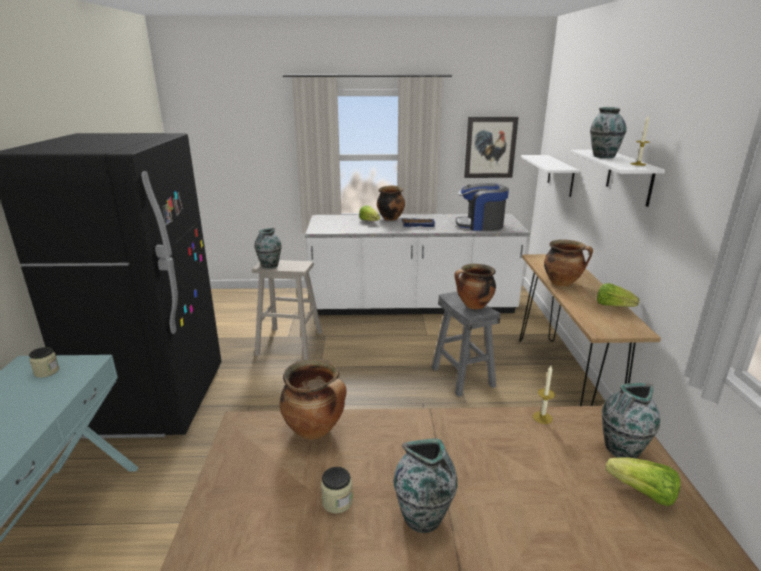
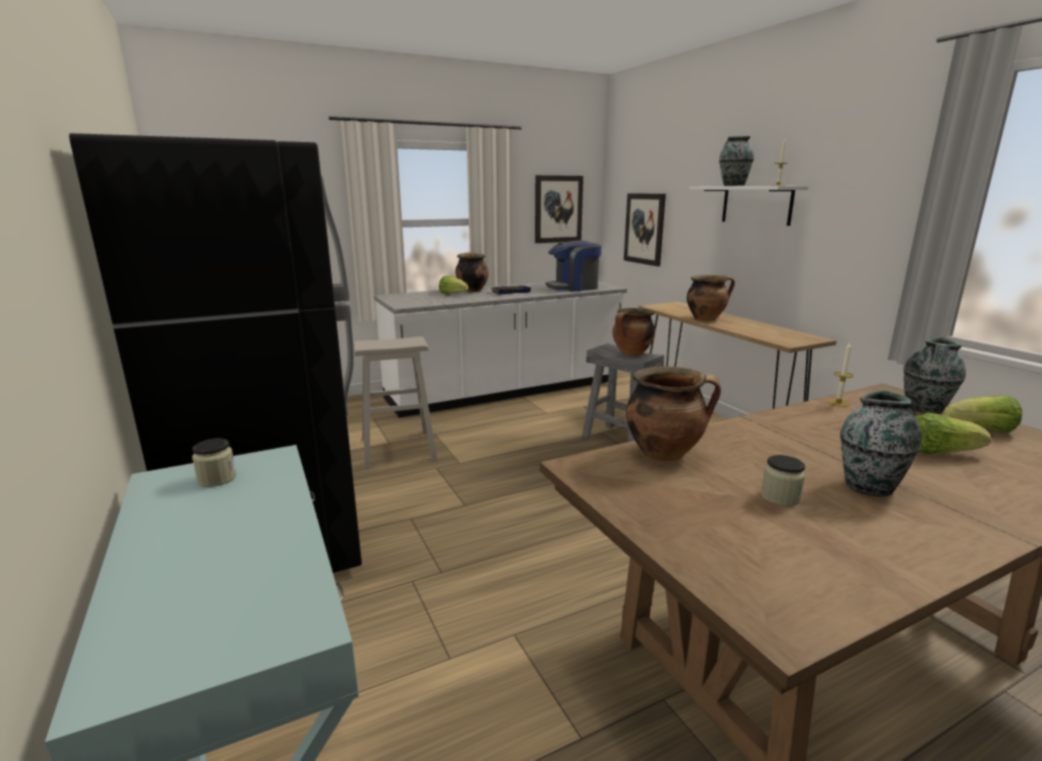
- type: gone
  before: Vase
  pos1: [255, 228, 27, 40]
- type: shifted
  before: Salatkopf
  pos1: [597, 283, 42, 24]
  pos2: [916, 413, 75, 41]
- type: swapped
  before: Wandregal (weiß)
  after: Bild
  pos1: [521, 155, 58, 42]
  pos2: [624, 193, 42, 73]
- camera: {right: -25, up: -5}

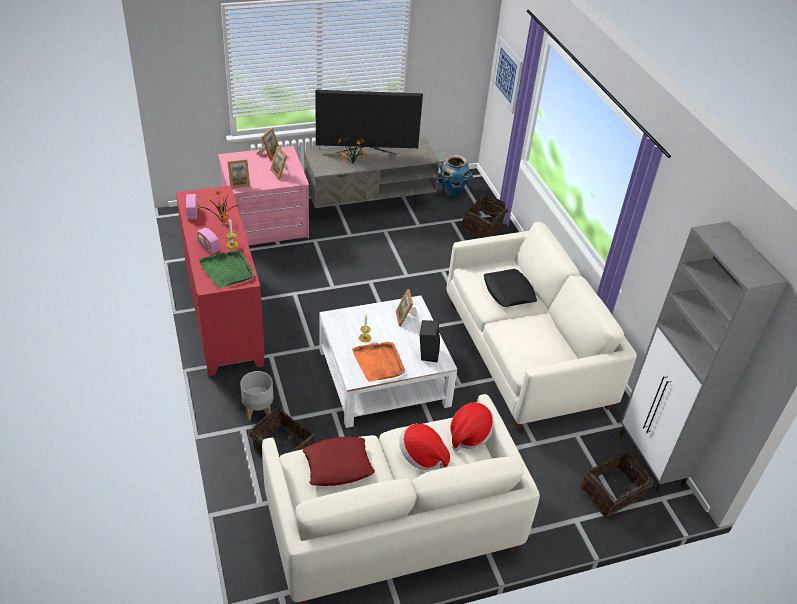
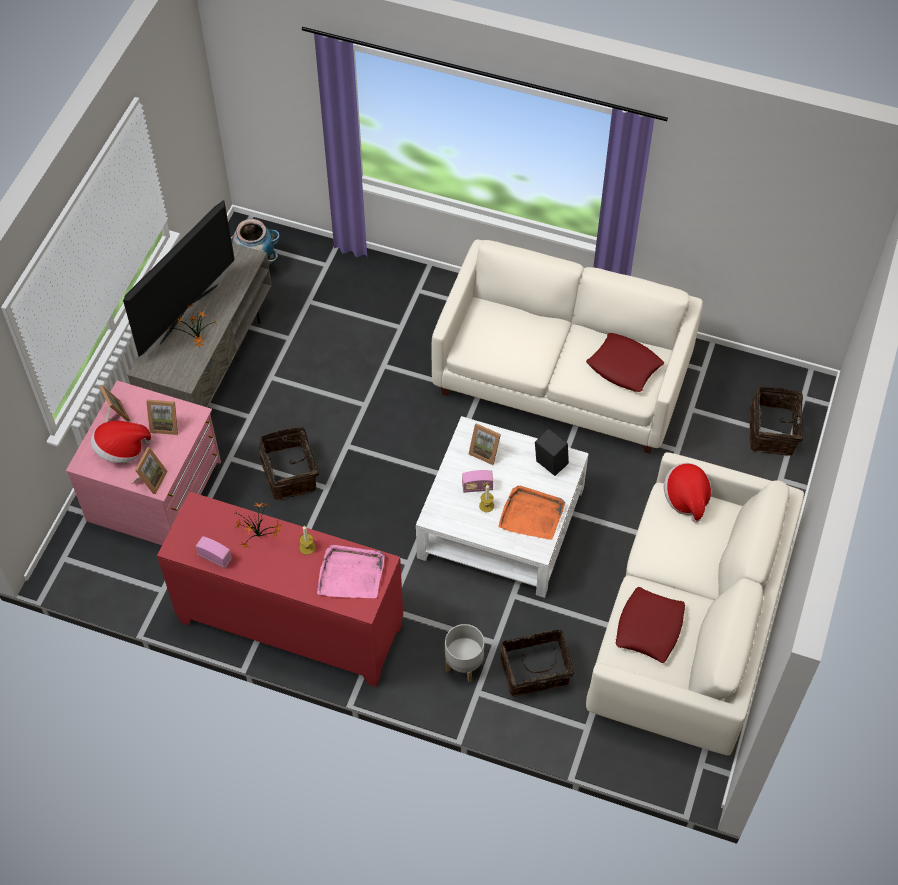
- type: gone
  before: Kissen (schwarz)
  pos1: [484, 269, 53, 38]
- type: gone
  before: Bild
  pos1: [491, 36, 32, 78]
- type: gone
  before: Schrank (grau)
  pos1: [620, 221, 167, 272]
- type: new
  after: Kissen (rot)
  pos2: [586, 333, 78, 59]
- type: shifted
  before: Radio
  pos1: [197, 228, 23, 26]
  pos2: [462, 470, 31, 23]
- type: shifted
  before: Hut
  pos1: [399, 424, 51, 46]
  pos2: [90, 421, 62, 43]
- type: shifted
  before: Korb
  pos1: [462, 194, 49, 44]
  pos2: [259, 427, 60, 73]
- type: repainted
  before: Tablett (grün)
  after: Tablett (rosa)
  pos1: [198, 250, 56, 38]
  pos2: [317, 545, 68, 53]
- camera: {right: -50, up: 15}

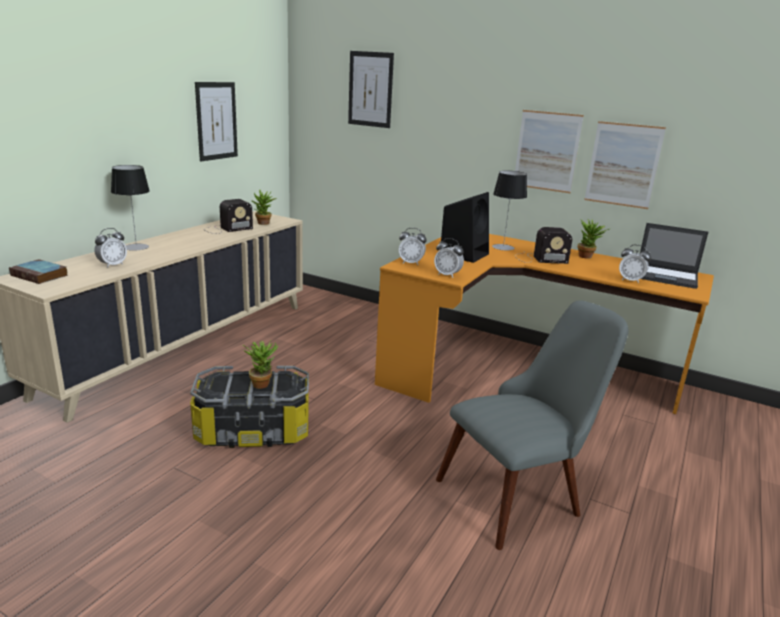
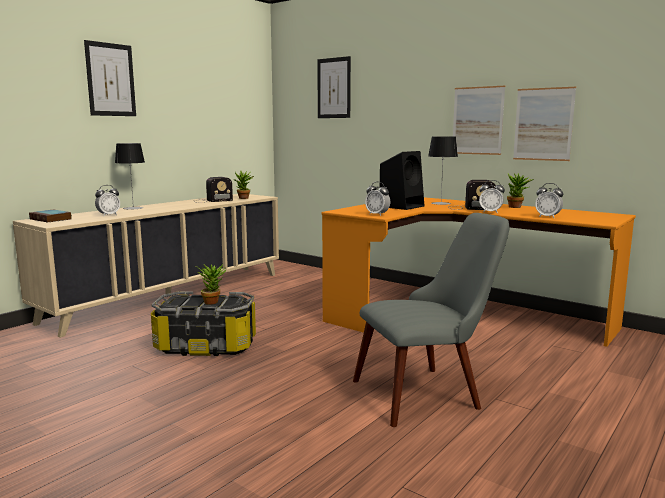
- type: gone
  before: Laptop
  pos1: [640, 223, 68, 66]
- type: shifted
  before: Bild
  pos1: [195, 82, 43, 79]
  pos2: [84, 40, 52, 76]
- type: shifted
  before: Wecker
  pos1: [399, 228, 27, 37]
  pos2: [479, 180, 26, 33]
- camera: {right: 10, up: -10}

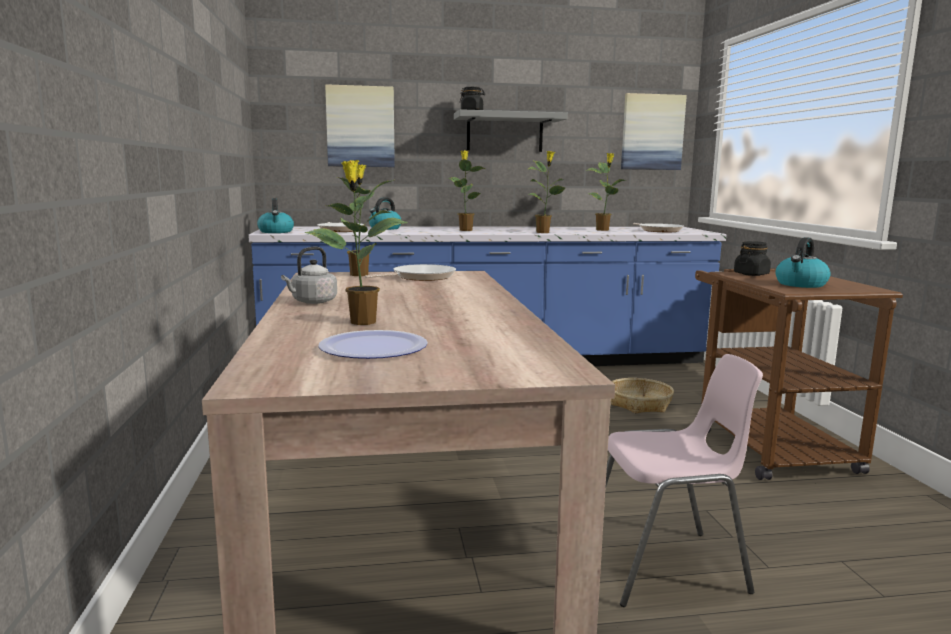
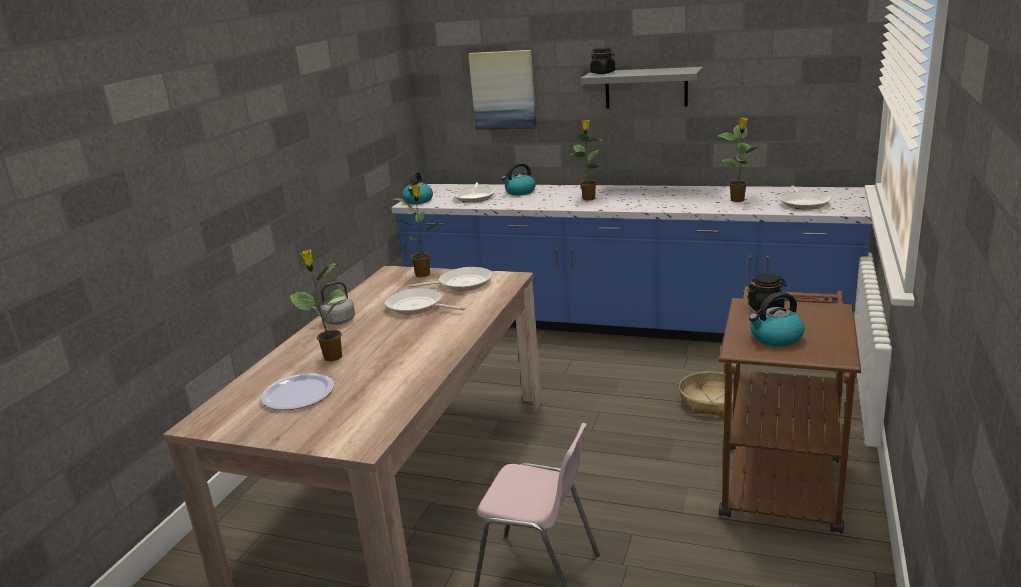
- type: gone
  before: Topfpflanze
  pos1: [527, 151, 39, 82]
- type: gone
  before: Bild
  pos1: [621, 93, 66, 77]
- type: new
  after: Pfanne
  pos2: [385, 288, 80, 27]
- camera: {right: 30, up: 10}

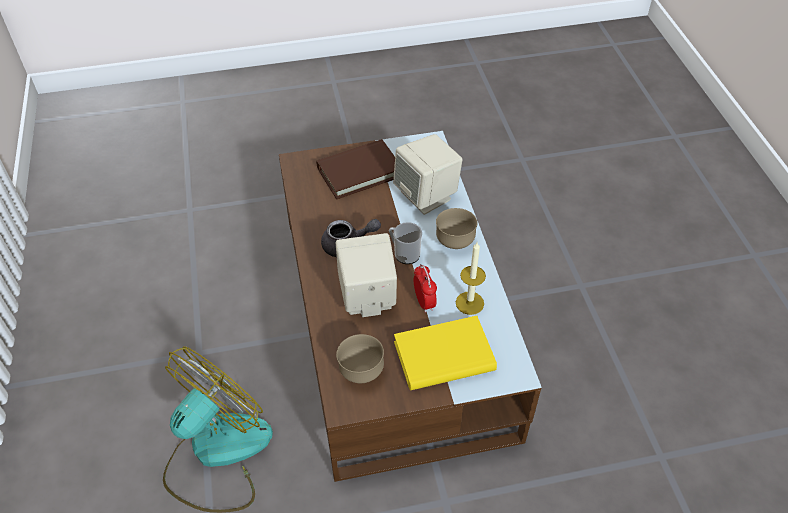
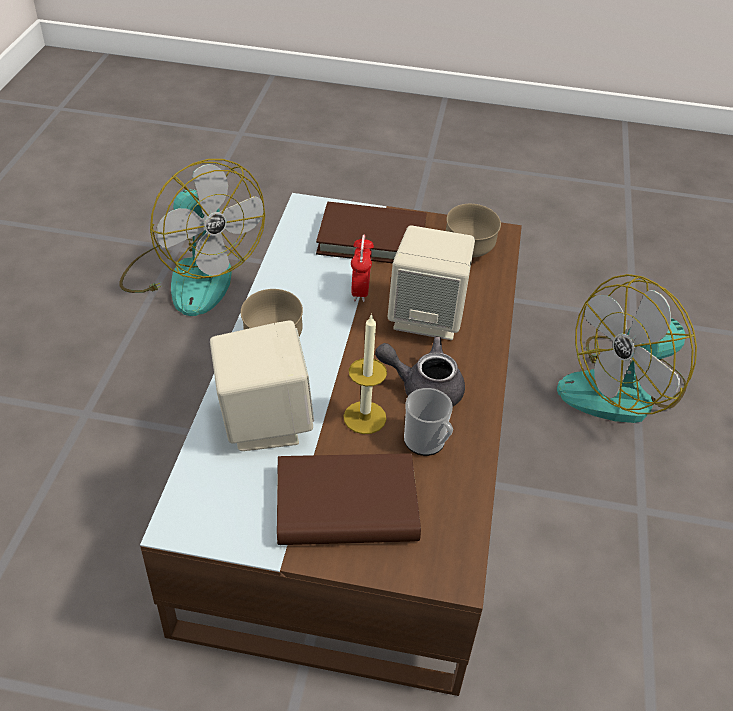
- type: new
  after: Ventilator
  pos2: [119, 159, 146, 157]
- type: shifted
  before: Henkelbecher
  pos1: [389, 222, 33, 42]
  pos2: [404, 388, 49, 68]
- type: shifted
  before: Kerze
  pos1: [456, 242, 30, 73]
  pos2: [343, 313, 44, 121]
- type: repainted
  before: Buch (gelb)
  after: Buch (braun)
  pos1: [394, 316, 103, 74]
  pos2: [316, 202, 110, 61]
- camera: {right: -160, up: -5}

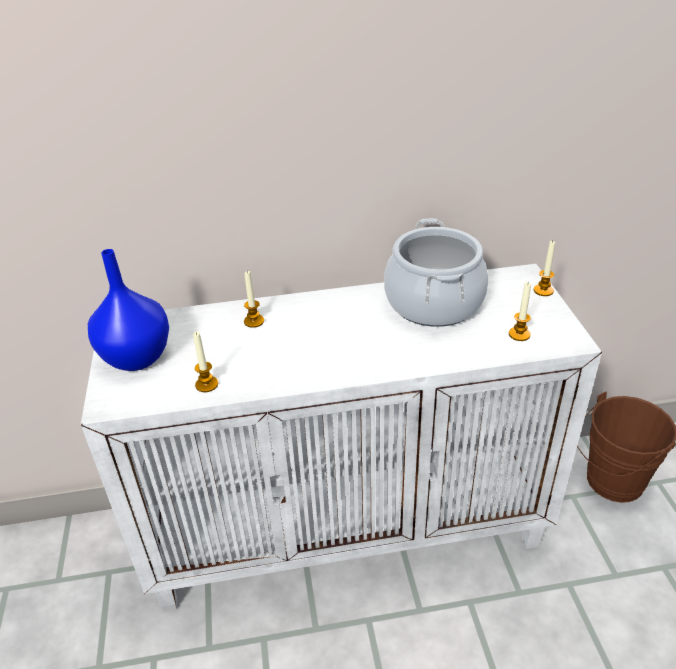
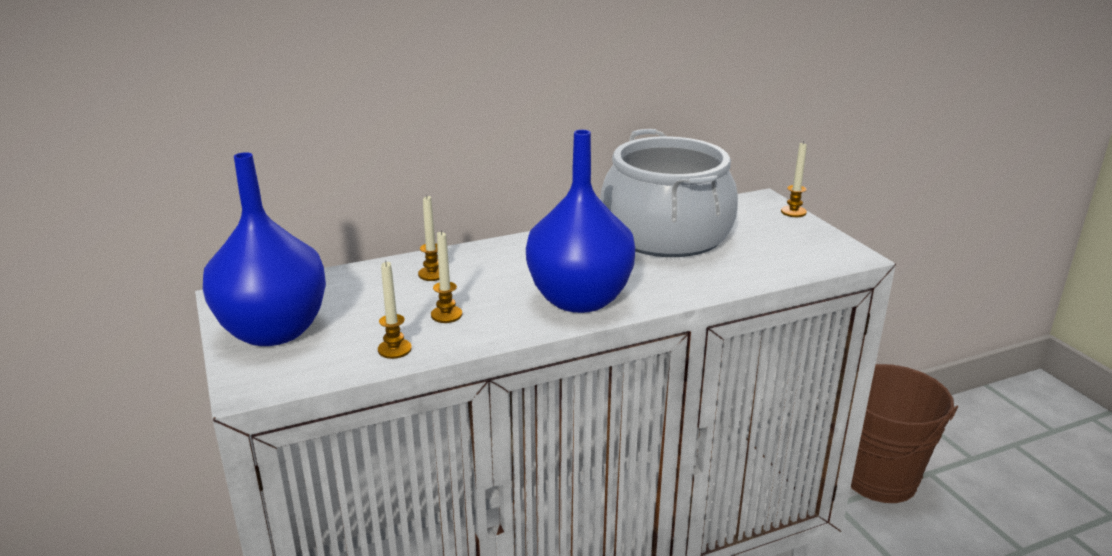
- type: new
  after: Vase (blau)
  pos2: [526, 130, 109, 183]
- type: shifted
  before: Kerze
  pos1: [509, 282, 22, 59]
  pos2: [431, 231, 31, 92]
- camera: {right: -15, up: -10}

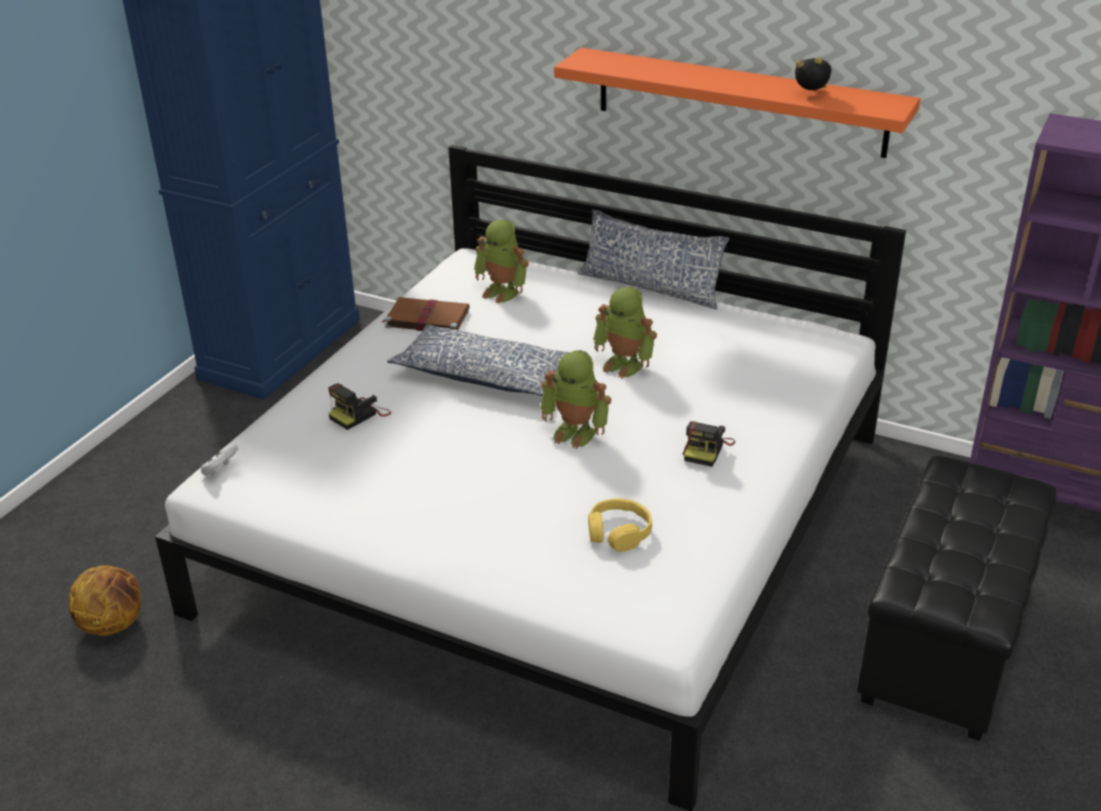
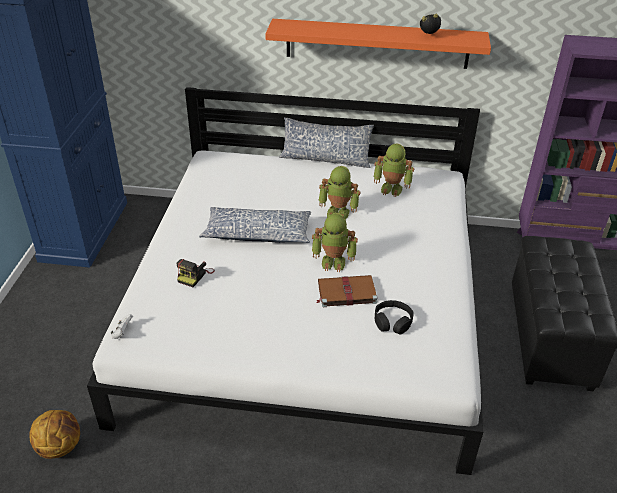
- type: gone
  before: Kamera
  pos1: [682, 421, 53, 46]
- type: shifted
  before: Buch (braun)
  pos1: [382, 297, 87, 34]
  pos2: [316, 275, 62, 32]
- type: shifted
  before: Spielzeugroboter
  pos1: [474, 220, 55, 83]
  pos2: [373, 143, 41, 54]
- type: repainted
  before: Kopfhörer (gelb)
  after: Kopfhörer (schwarz)
  pos1: [588, 498, 64, 54]
  pos2: [375, 300, 39, 34]
- camera: {right: -20, up: 5}

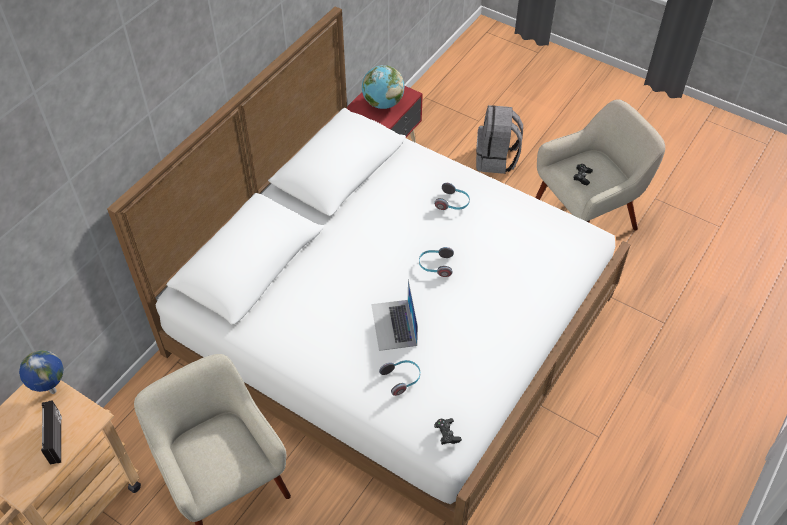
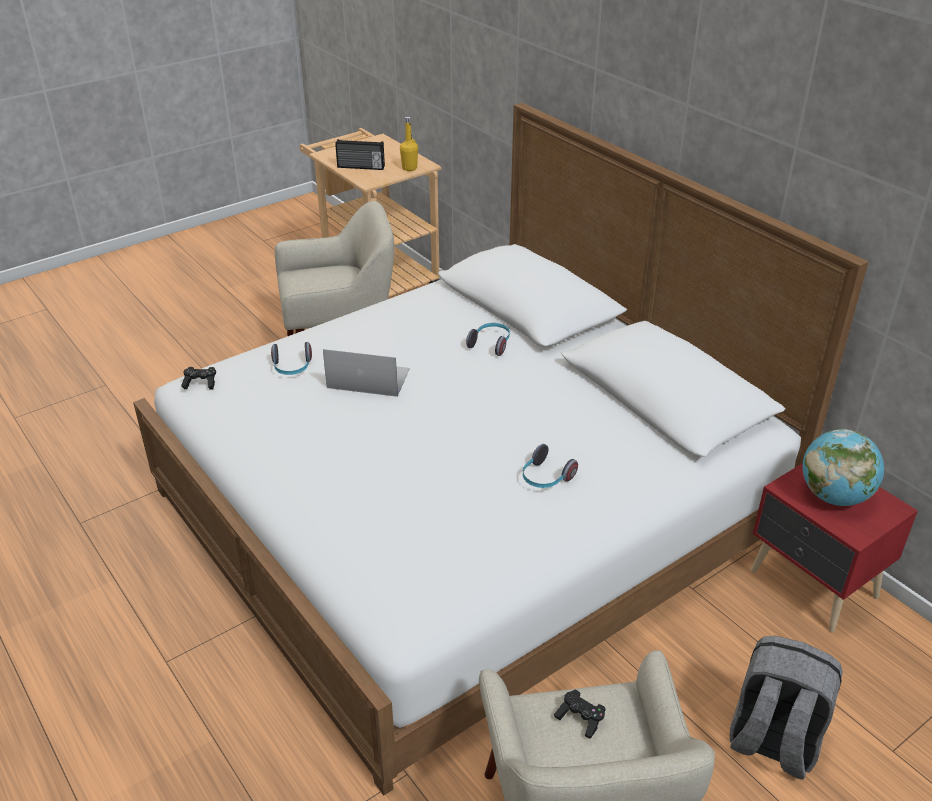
- type: shifted
  before: Kopfhörer
  pos1: [419, 247, 35, 30]
  pos2: [466, 323, 44, 33]
- type: swapped
  before: Globus
  after: Flasche (gelb)
  pos1: [19, 350, 44, 44]
  pos2: [400, 116, 18, 55]
- camera: {right: 110, up: -15}

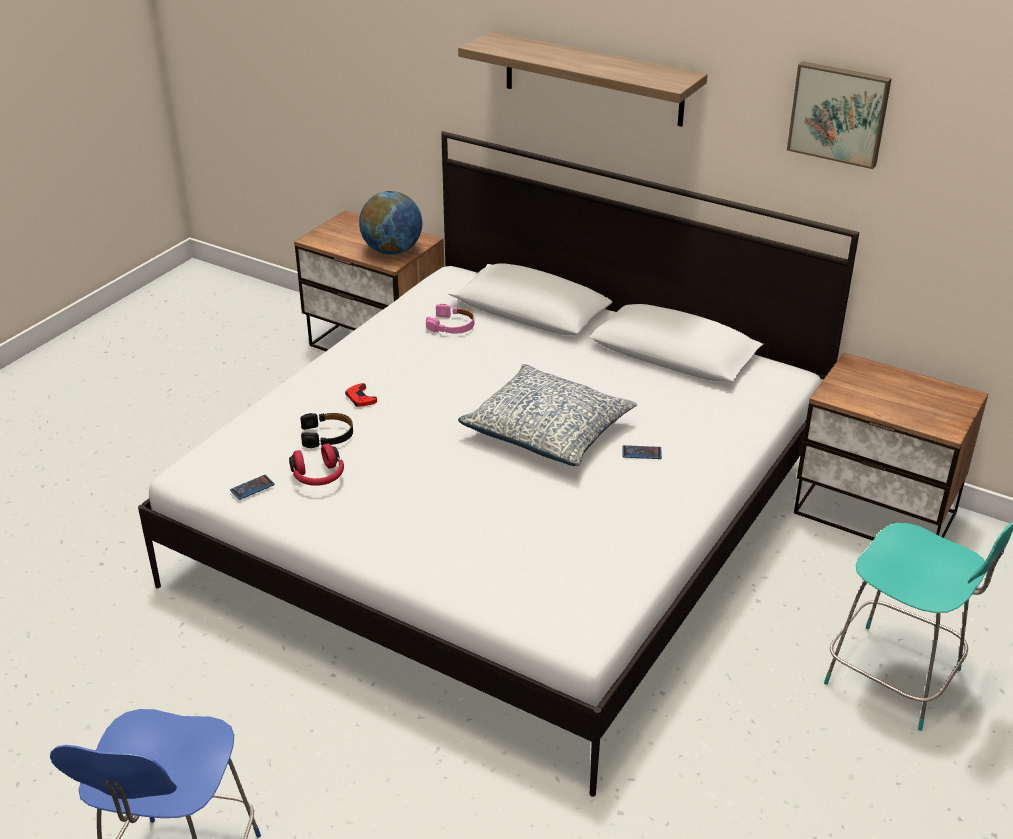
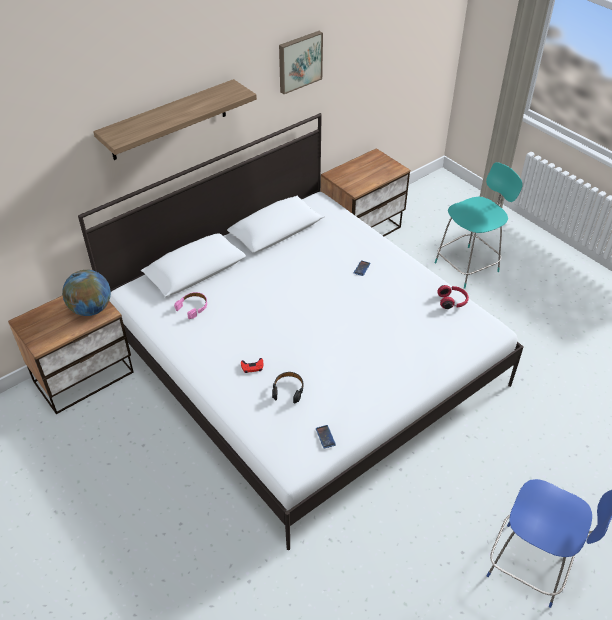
- type: gone
  before: Kissen
  pos1: [458, 364, 179, 102]
- type: shifted
  before: Kopfhörer (rot)
  pos1: [289, 444, 55, 42]
  pos2: [437, 285, 32, 24]
- camera: {right: -70, up: 10}

